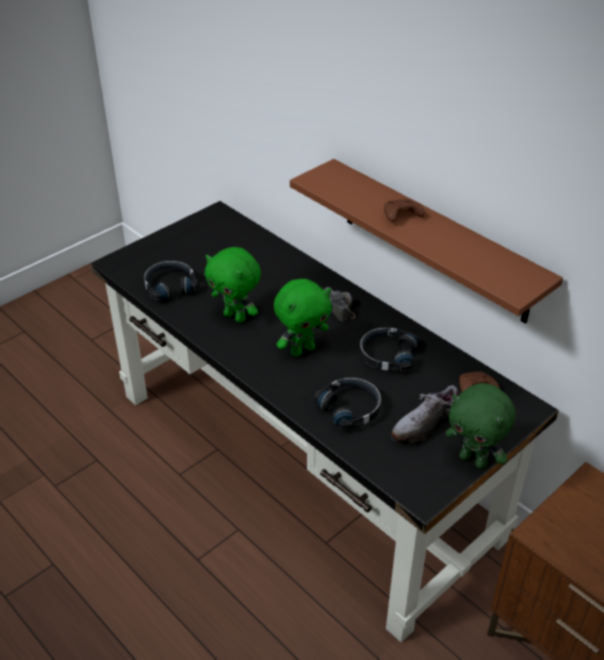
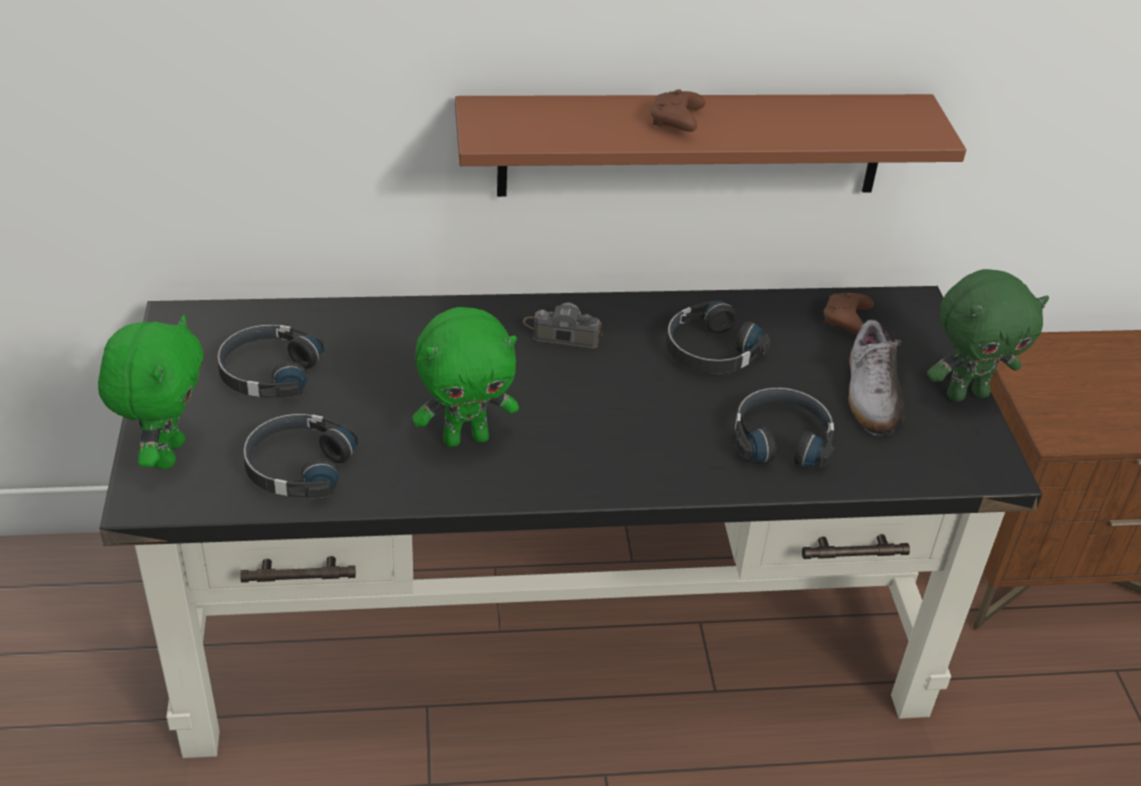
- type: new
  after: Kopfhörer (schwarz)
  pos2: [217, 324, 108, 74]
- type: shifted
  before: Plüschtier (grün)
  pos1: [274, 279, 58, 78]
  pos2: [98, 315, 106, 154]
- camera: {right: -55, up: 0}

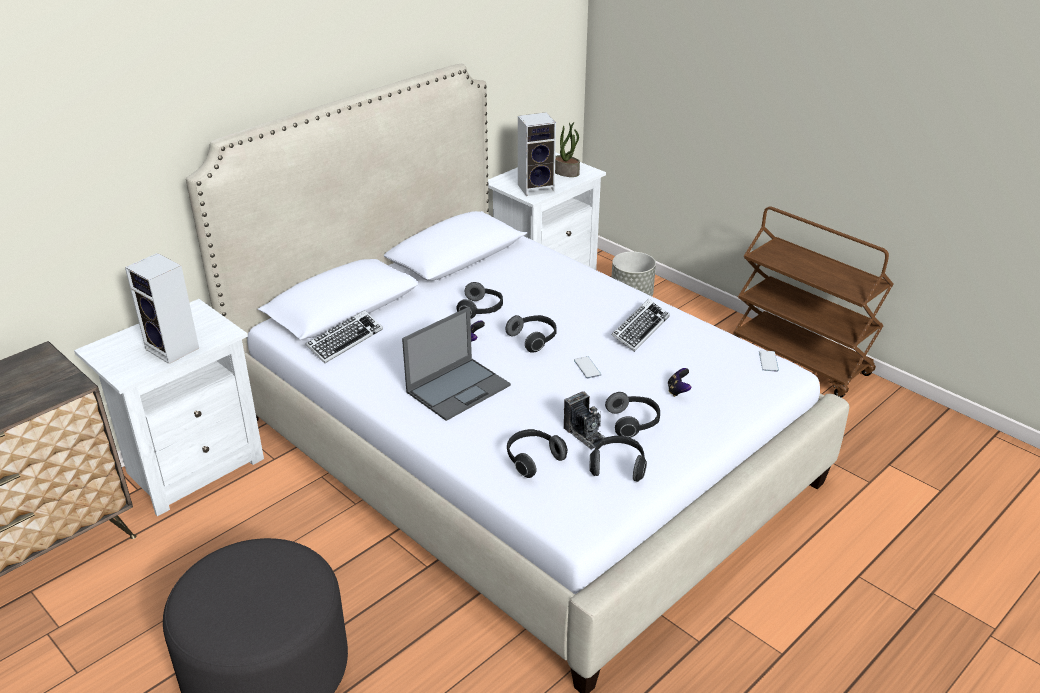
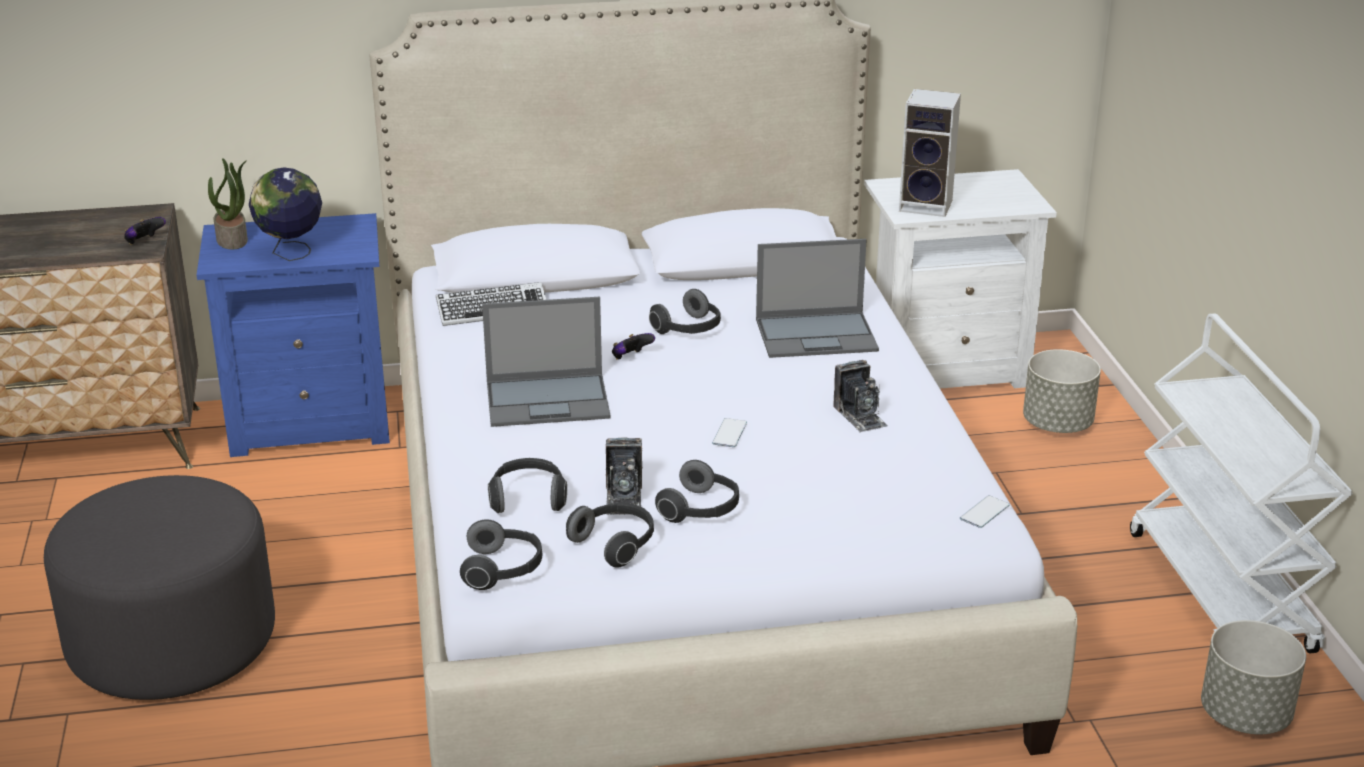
- type: new
  after: Laptop
  pos2: [756, 239, 123, 119]
- type: new
  after: Pflanzkübel (grau)
  pos2: [1201, 620, 105, 114]
- type: shifted
  before: Kopfhörer
  pos1: [506, 315, 51, 38]
  pos2: [460, 519, 83, 71]
- type: shifted
  before: Topfpflanze
  pos1: [555, 122, 25, 55]
  pos2: [208, 158, 40, 91]
- type: shifted
  before: Gamepad
  pos1: [668, 368, 23, 29]
  pos2: [124, 217, 42, 28]
- type: swapped
  before: Lautsprecher
  after: Globus
  pos1: [125, 253, 74, 111]
  pos2: [249, 167, 73, 94]
- type: swapped
  before: Tastatur
  after: Kamera
  pos1: [611, 299, 59, 53]
  pos2: [833, 360, 54, 72]
- type: repainted
  before: Nachttisch (weiß)
  after: Nachttisch (blau)
  pos1: [74, 299, 190, 217]
  pos2: [197, 213, 193, 244]
- type: repainted
  before: Rollwagen (braun)
  after: Rollwagen (weiß)
  pos1: [732, 206, 161, 192]
  pos2: [1130, 313, 223, 341]
- camera: {right: 35, up: -5}

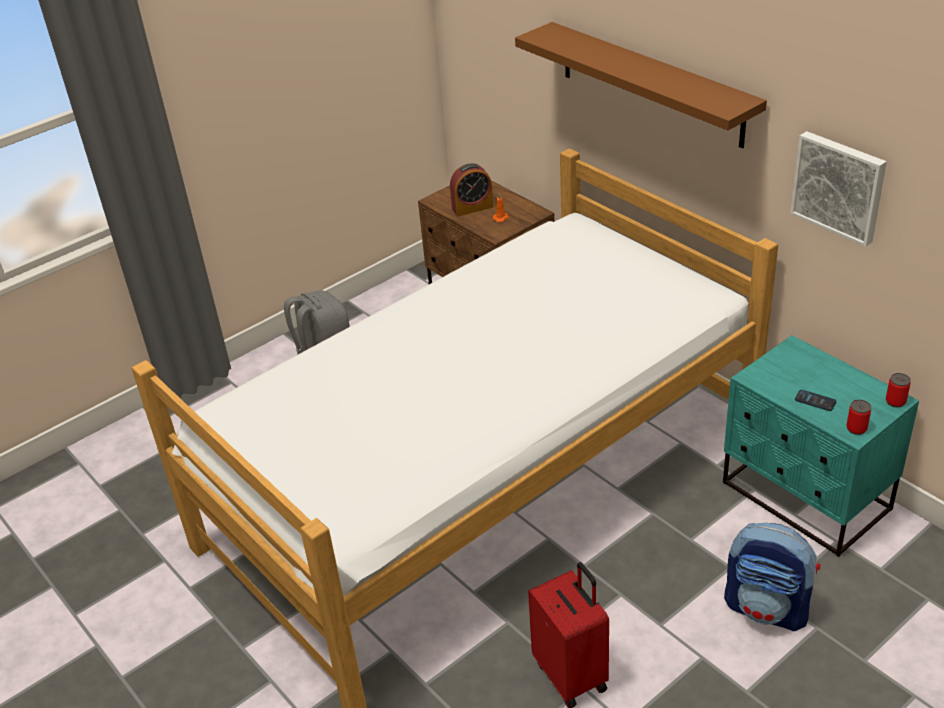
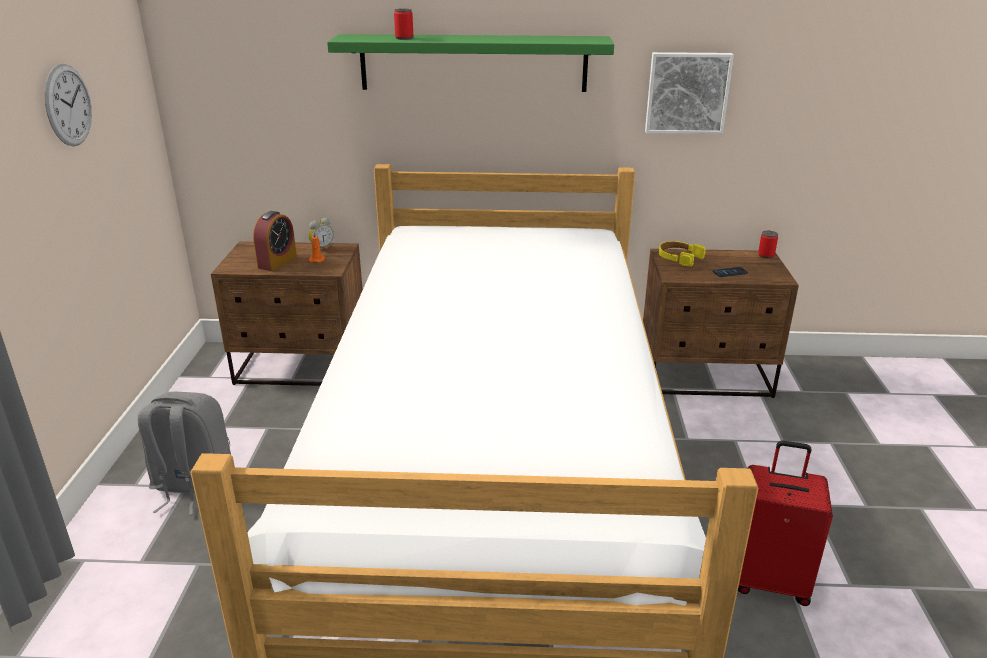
- type: gone
  before: Rucksack
  pos1: [724, 523, 96, 108]
- type: new
  after: Wanduhr
  pos2: [44, 64, 48, 82]
- type: new
  after: Wecker
  pos2: [308, 218, 26, 29]
- type: new
  after: Kopfhörer (gelb)
  pos2: [659, 241, 47, 26]
- type: shifted
  before: Dose
  pos1: [846, 400, 25, 35]
  pos2: [394, 9, 19, 31]
- type: repainted
  before: Wandregal (braun)
  after: Wandregal (grün)
  pos1: [515, 22, 252, 126]
  pos2: [327, 34, 287, 58]
- type: repainted
  before: Nachttisch (türkis)
  after: Nachttisch (braun)
  pos1: [723, 335, 196, 222]
  pos2: [643, 249, 156, 149]
- camera: {right: -50, up: -10}

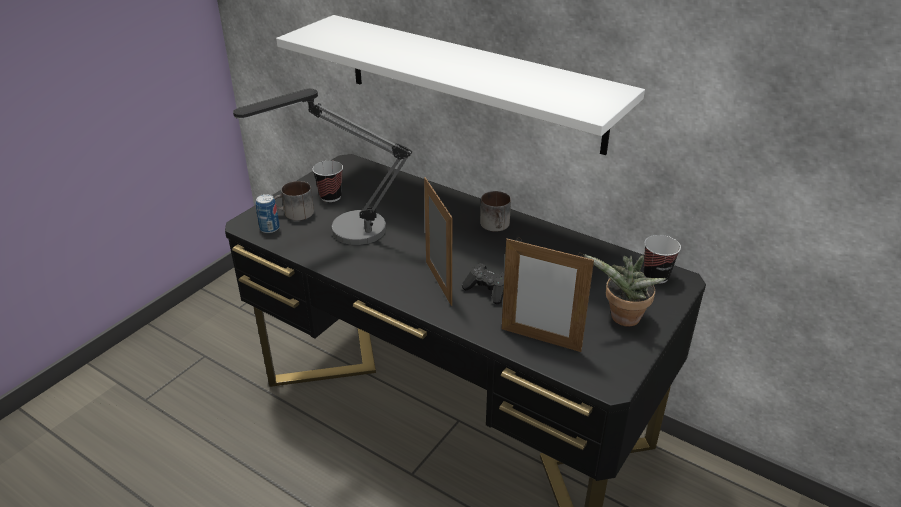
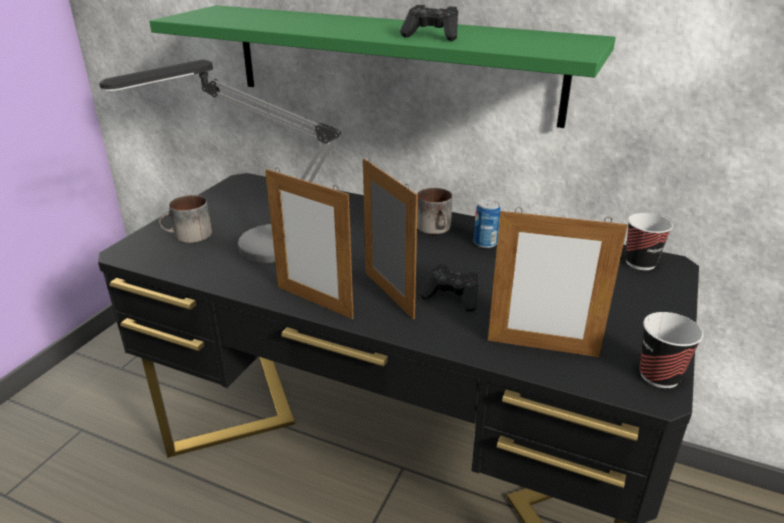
- type: gone
  before: Topfpflanze
  pos1: [583, 254, 83, 73]
- type: new
  after: Bilderrahmen
  pos2: [265, 167, 89, 152]
- type: new
  after: Gamepad (schwarz)
  pos2: [400, 5, 58, 36]
- type: shifted
  before: Dose
  pos1: [256, 194, 24, 39]
  pos2: [474, 199, 27, 49]
- type: shifted
  before: Tasse
  pos1: [312, 161, 31, 41]
  pos2: [640, 312, 63, 76]
- type: repainted
  before: Wandregal (weiß)
  after: Wandregal (grün)
  pos1: [276, 15, 369, 140]
  pos2: [149, 5, 467, 123]
- camera: {right: -10, up: -5}

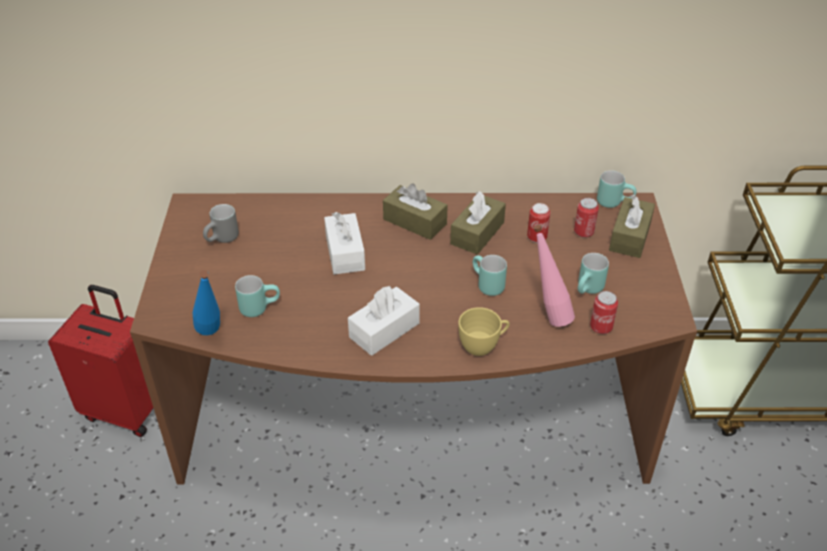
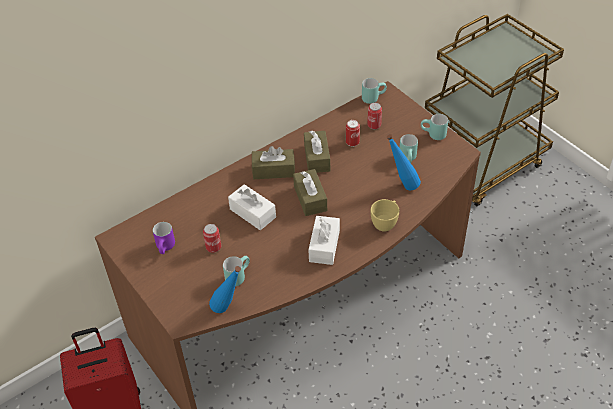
- type: shifted
  before: Henkelbecher (türkis)
  pos1: [473, 255, 34, 41]
  pos2: [421, 114, 27, 26]
- type: shifted
  before: Dose
  pos1: [590, 291, 28, 43]
  pos2: [203, 224, 18, 29]
- type: shifted
  before: Taschentuchbox (braun)
  pos1: [609, 195, 46, 63]
  pos2: [293, 169, 34, 47]
- type: repainted
  before: Henkelbecher (grau)
  after: Henkelbecher (lila)
  pos1: [203, 204, 36, 39]
  pos2: [153, 222, 22, 32]
- type: repainted
  before: Flasche (rosa)
  after: Flasche (blau)
  pos1: [533, 225, 42, 102]
  pos2: [387, 134, 34, 57]
- camera: {right: -35, up: 5}

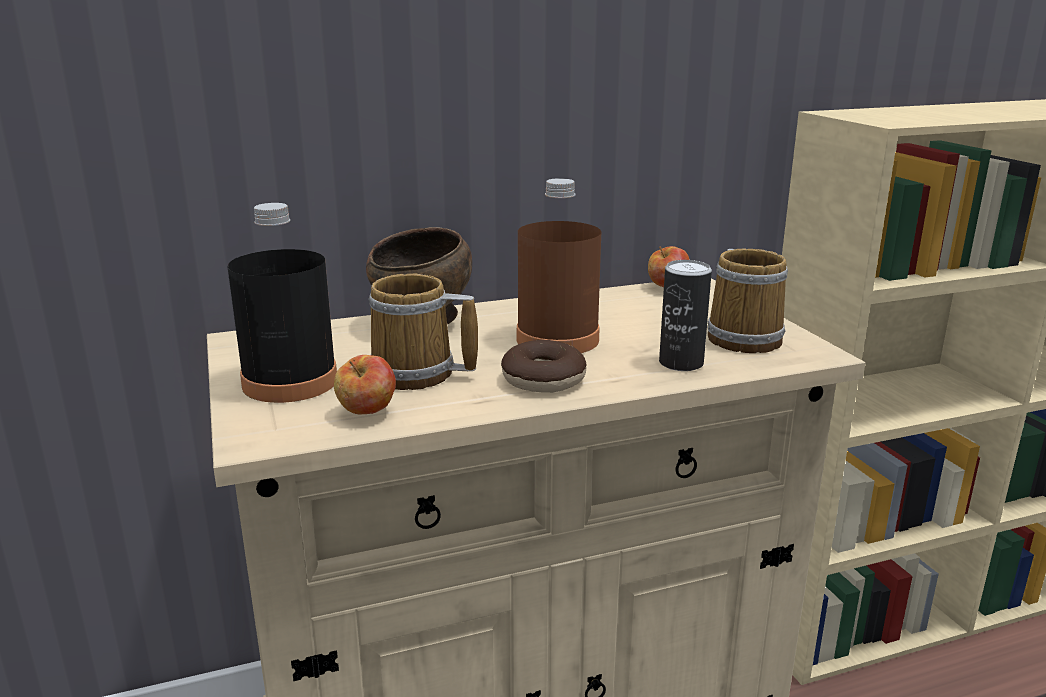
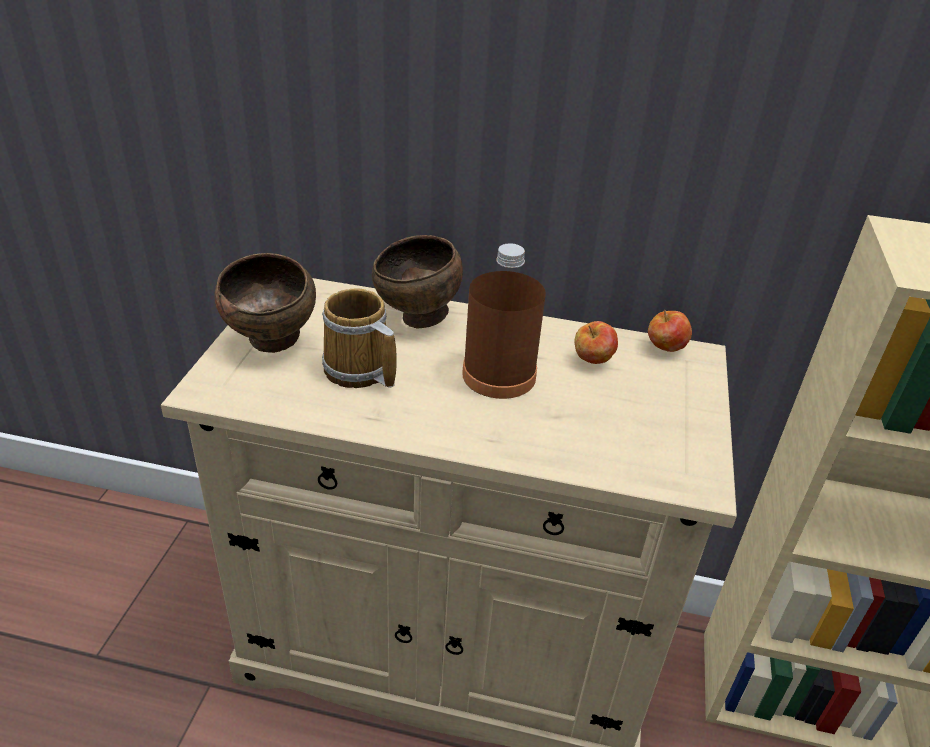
- type: gone
  before: Donut
  pos1: [501, 340, 86, 53]
- type: gone
  before: Dose
  pos1: [659, 260, 53, 111]
- type: gone
  before: Henkelbecher
  pos1: [708, 249, 80, 104]
- type: shifted
  before: Apfel
  pos1: [334, 355, 62, 59]
  pos2: [574, 321, 44, 43]
- type: swapped
  before: Flasche (schwarz)
  after: Schüssel (braun)
  pos1: [227, 203, 110, 200]
  pos2: [214, 253, 102, 100]
- camera: {right: 30, up: 15}

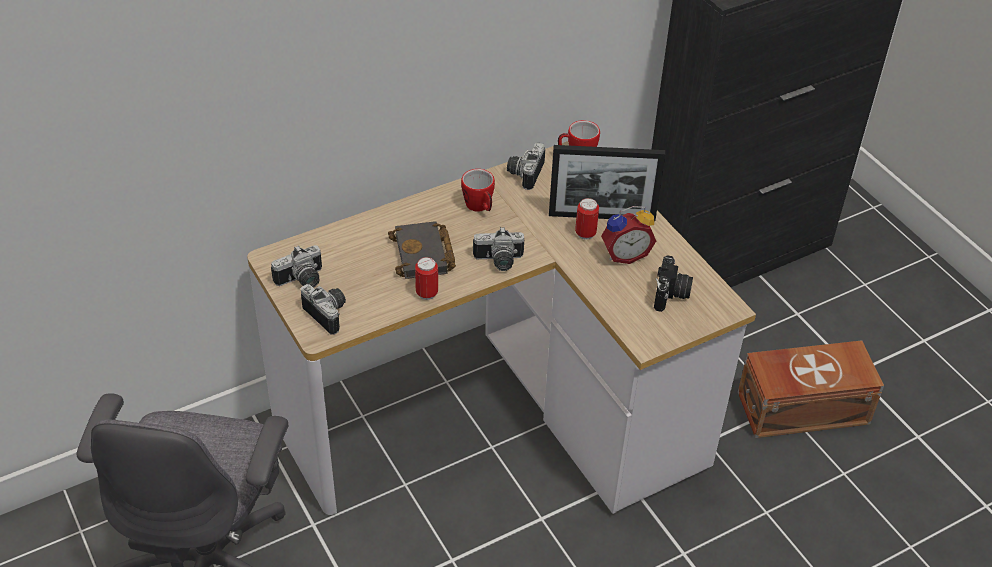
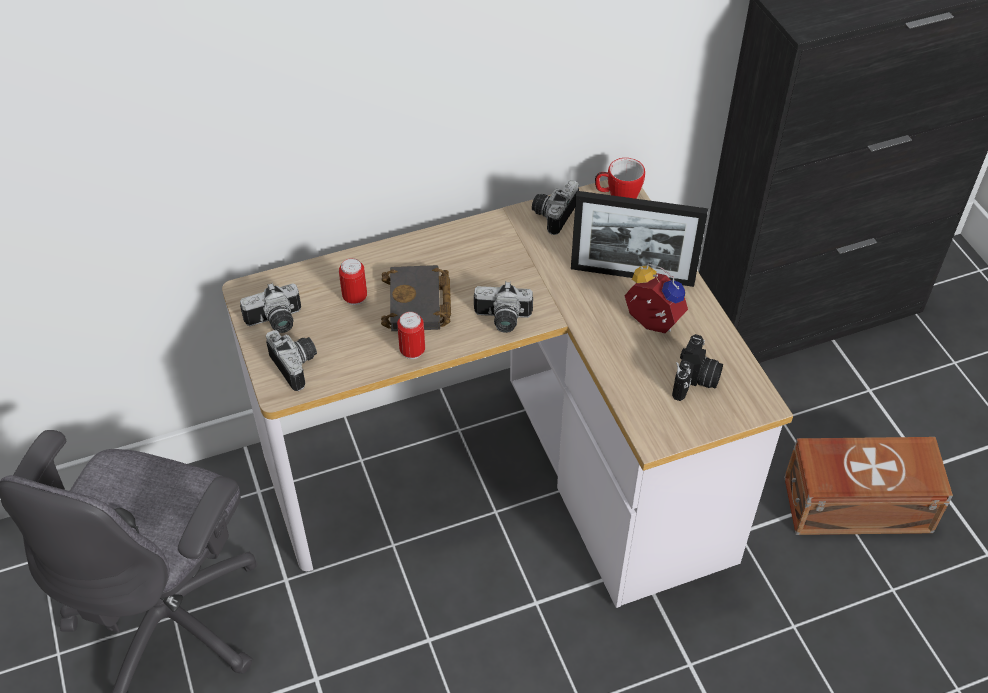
- type: gone
  before: Henkelbecher
  pos1: [461, 169, 34, 43]
- type: shifted
  before: Dose
  pos1: [575, 198, 24, 42]
  pos2: [339, 258, 28, 47]
- type: rotated
  before: Wecker
  pos1: [601, 206, 55, 58]
  pos2: [624, 264, 64, 69]
  turn: -135
- camera: {right: 10, up: 5}

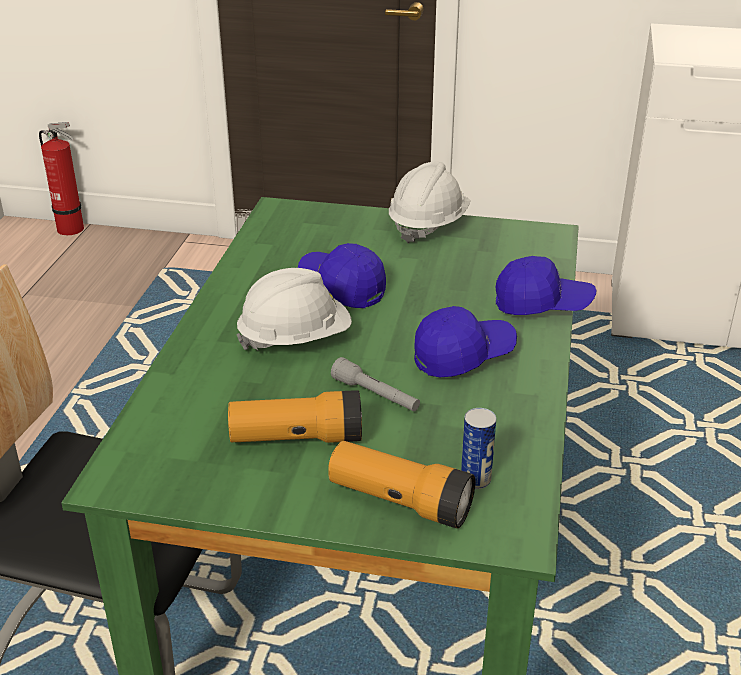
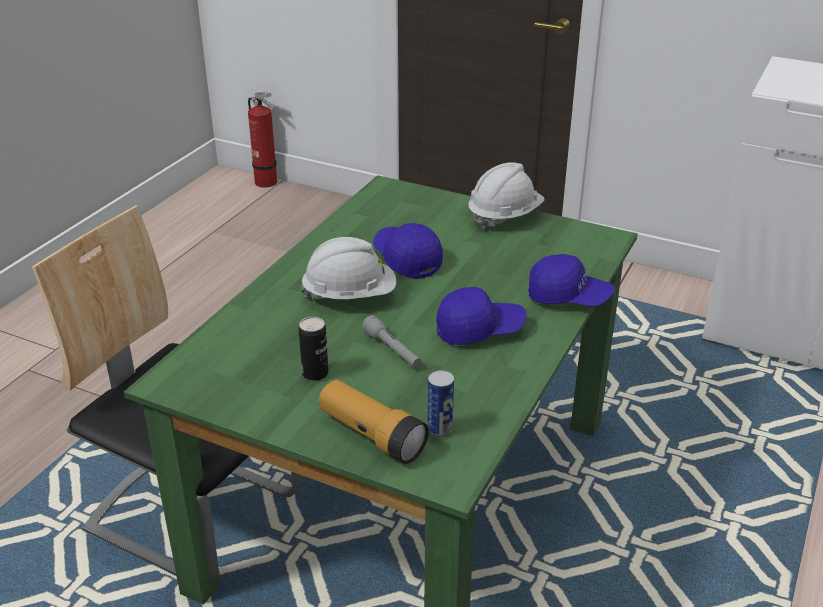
- type: swapped
  before: Taschenlampe
  after: Dose
  pos1: [228, 390, 134, 53]
  pos2: [299, 317, 29, 64]
- camera: {right: 15, up: 0}

